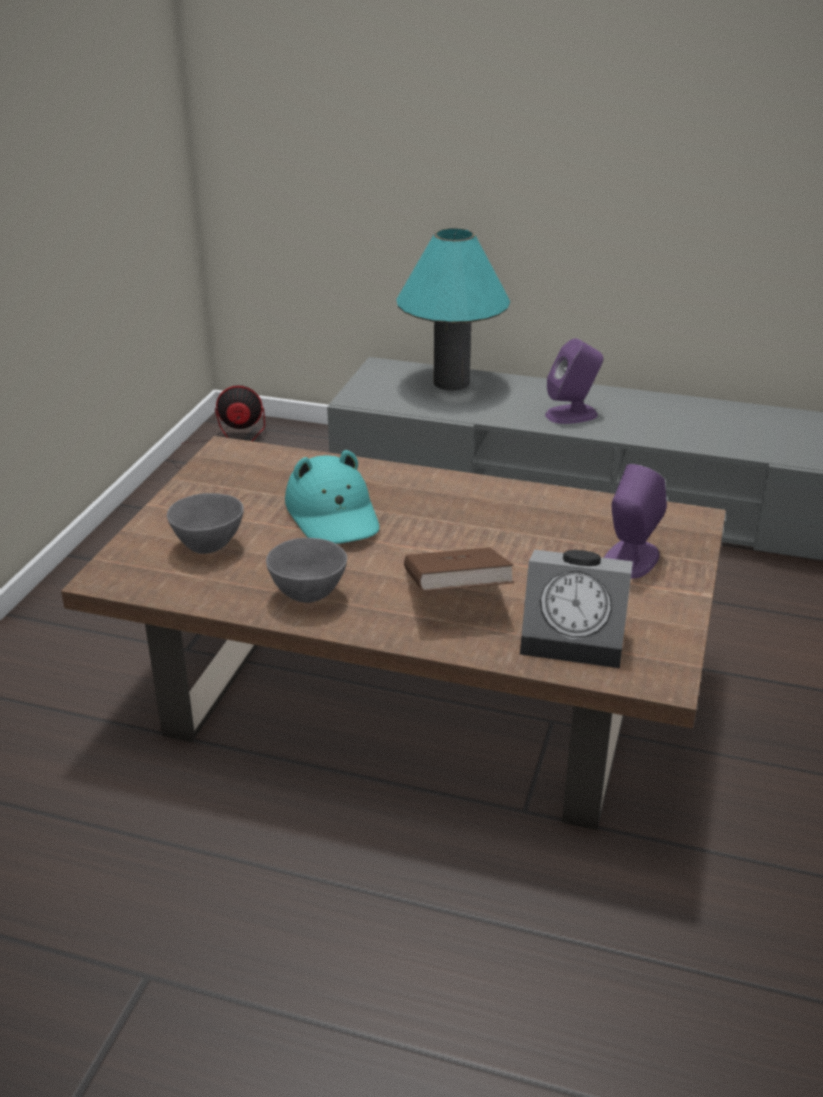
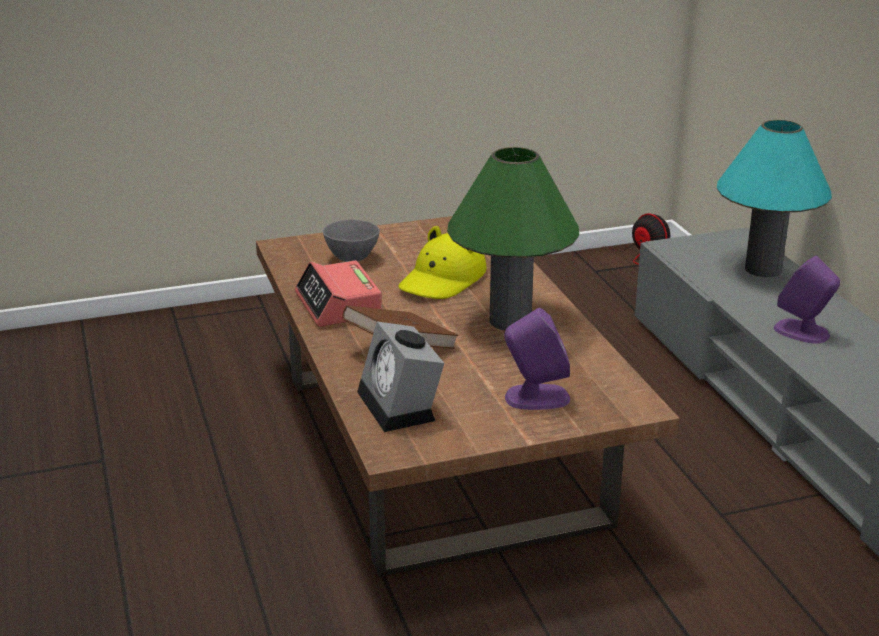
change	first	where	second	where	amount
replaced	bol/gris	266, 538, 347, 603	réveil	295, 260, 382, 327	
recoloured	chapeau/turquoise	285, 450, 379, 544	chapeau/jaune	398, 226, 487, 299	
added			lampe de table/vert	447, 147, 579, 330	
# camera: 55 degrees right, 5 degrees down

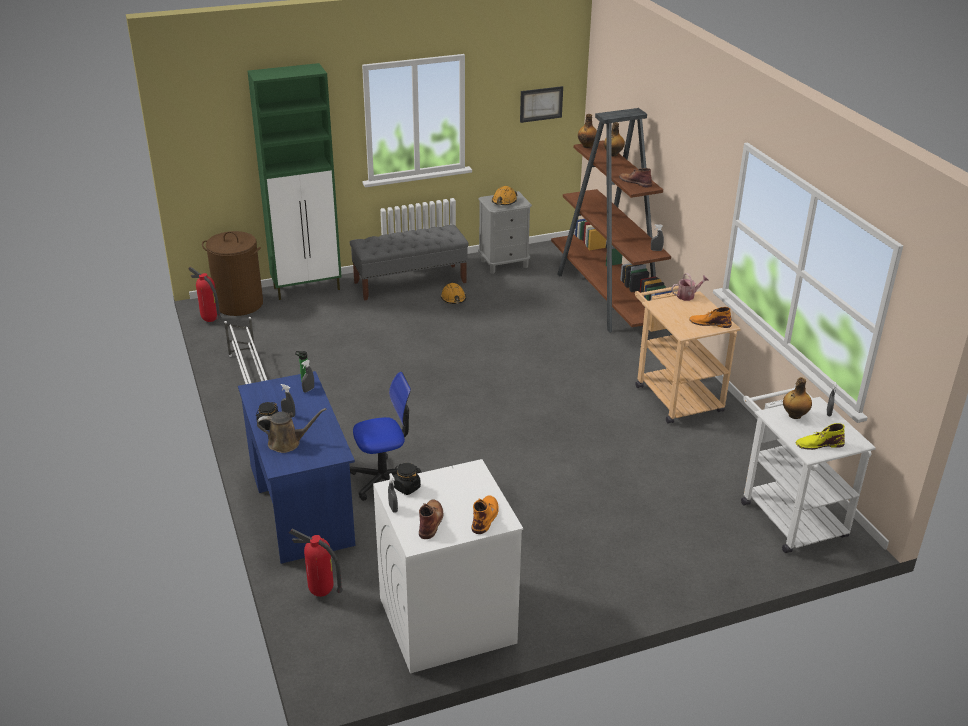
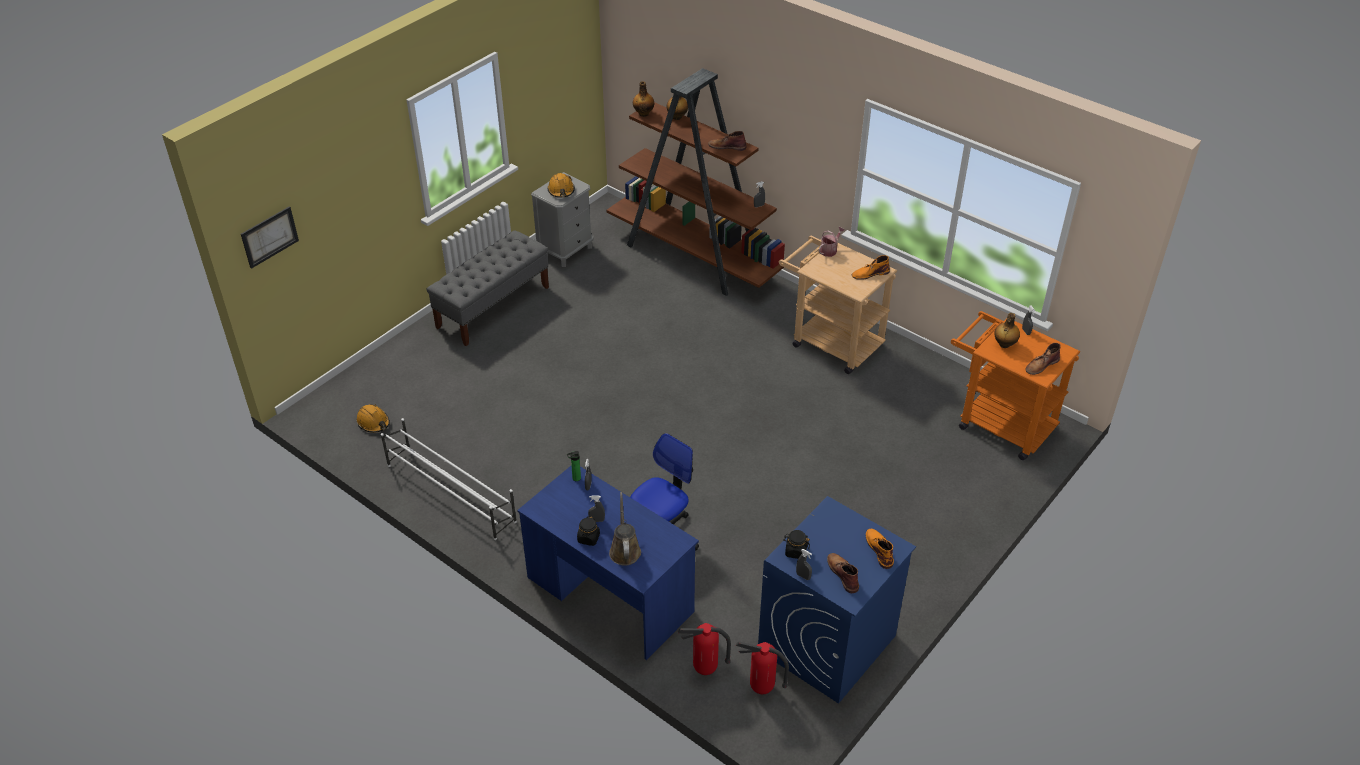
change	first	where	second	where	amount
moved	extincteur	188, 267, 221, 322		736, 641, 789, 694	
removed	panier à linge/marron	202, 231, 263, 316			
removed	meuble de rangement/vert	247, 63, 342, 300			
turned	arrosoir/marron	257, 408, 326, 453		609, 492, 641, 566	60 degrees counterclockwise
recoloured	lave-linge/blanc	373, 459, 523, 674	lave-linge/bleu	758, 496, 916, 704	
moved	casque de chantier/orange	441, 283, 466, 304		357, 404, 390, 433	
moved	tableau	520, 86, 563, 123		241, 206, 299, 269	
recoloured	chariot/blanc	741, 385, 876, 553	chariot/orange	951, 311, 1080, 460	
recoloured	botte/jaune	795, 423, 845, 450	botte/marron	1025, 343, 1061, 375	
# camera: 30 degrees left, 10 degrees up

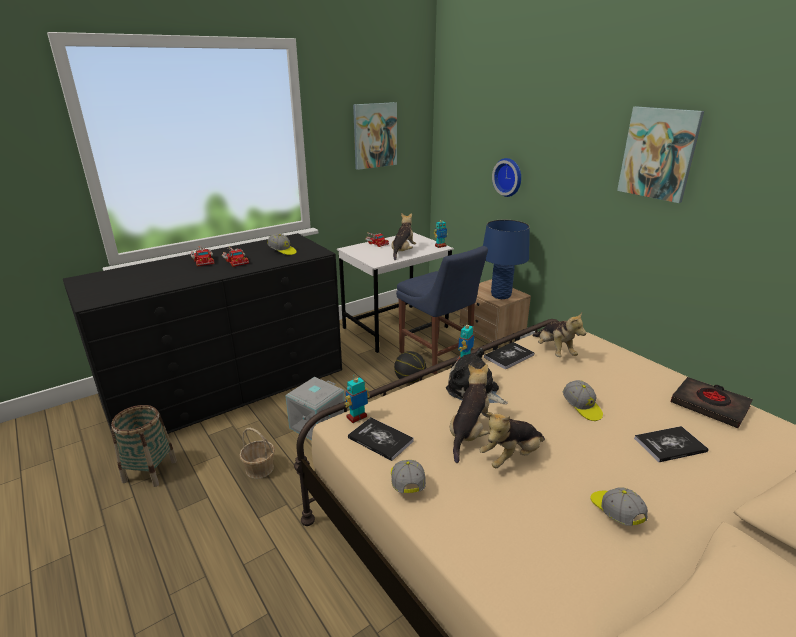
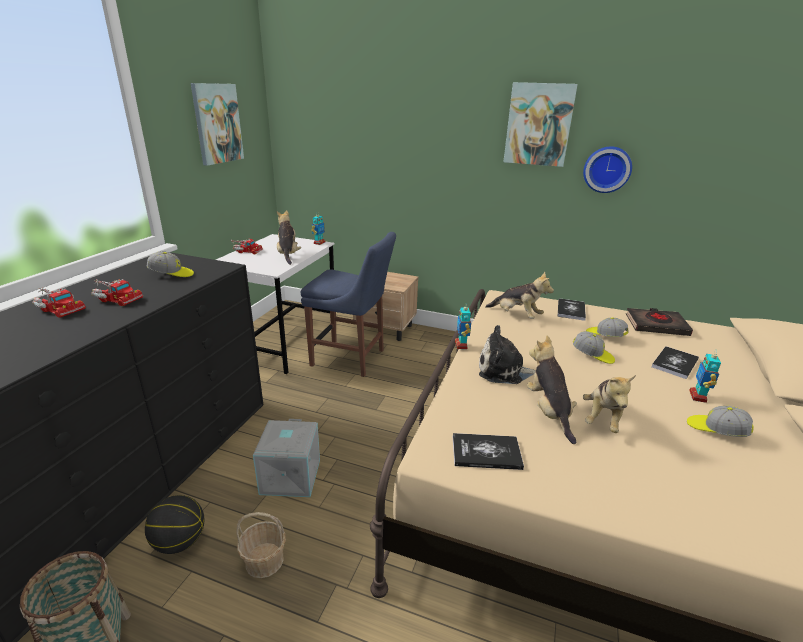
change	first	where	second	where	amount
moved	robot jouet	344, 376, 370, 423		689, 350, 721, 403	
moved	casquette	391, 460, 426, 493		586, 318, 629, 337	
moved	ballon de basket	394, 351, 426, 383		145, 495, 204, 554	
removed	lampe de table/bleu	483, 220, 530, 299			
moved	livre	484, 342, 535, 370		558, 298, 586, 321	
moved	horloge murale	492, 158, 521, 197		583, 146, 632, 193	
# camera: 35 degrees left, 0 degrees up

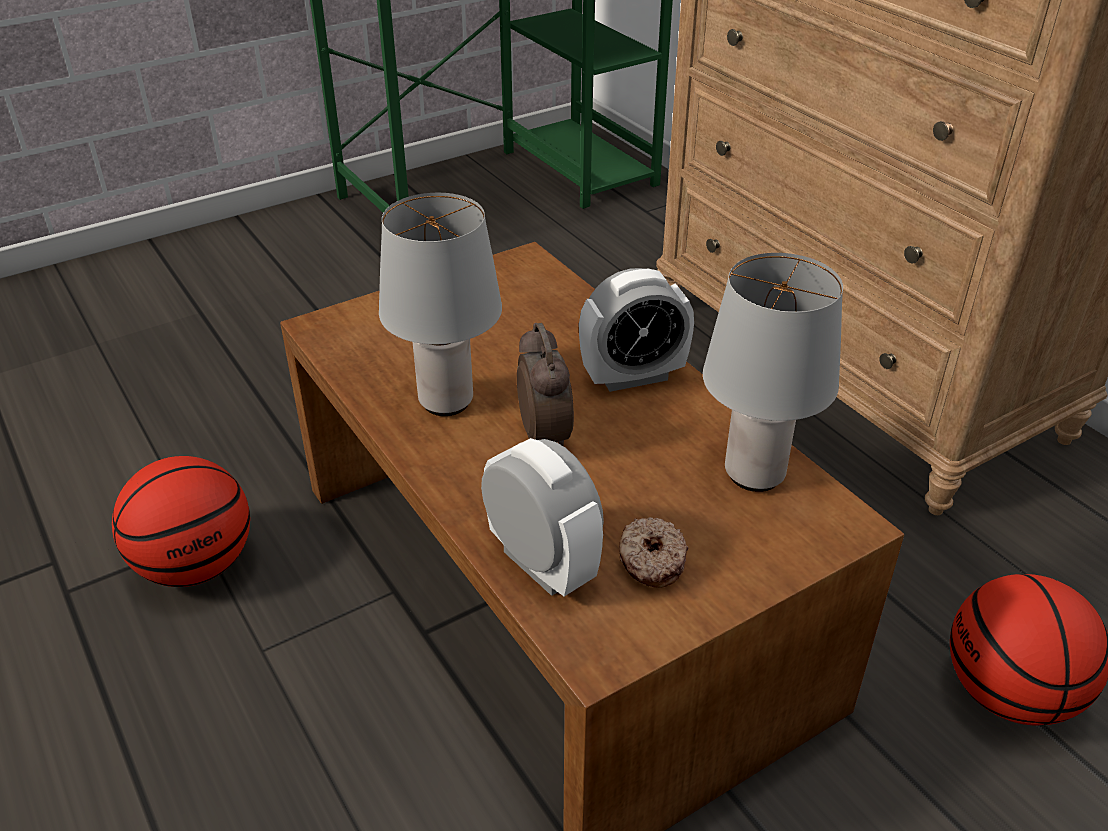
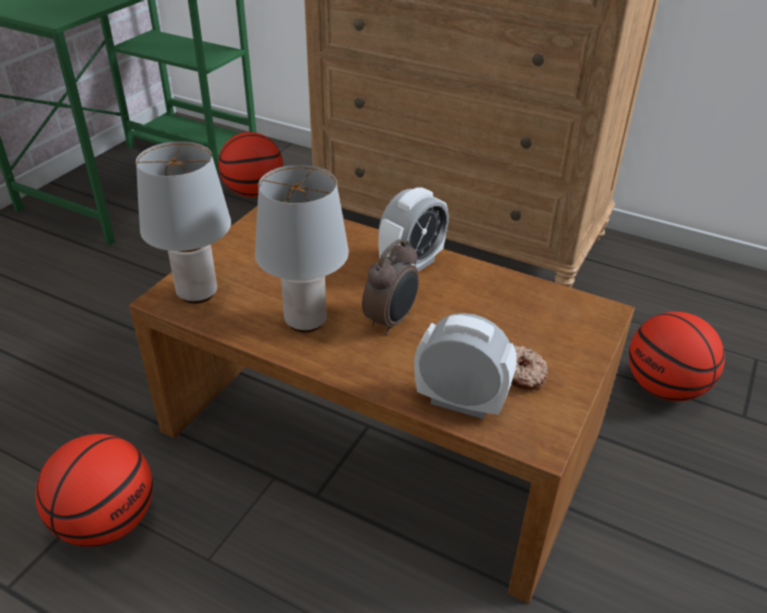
change	first	where	second	where	amount
turned	réveil	517, 323, 574, 446		362, 239, 419, 335	75 degrees clockwise
moved	lampe de table/gris	703, 253, 843, 492		136, 141, 231, 304	
added			ballon de basket	218, 132, 283, 198	
# camera: 30 degrees left, 0 degrees up

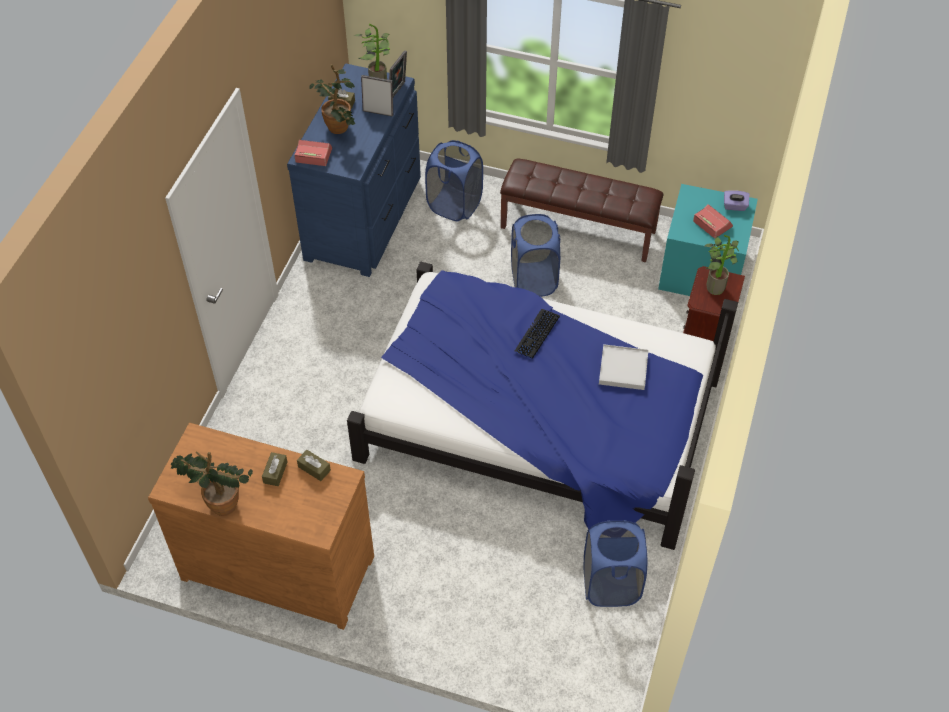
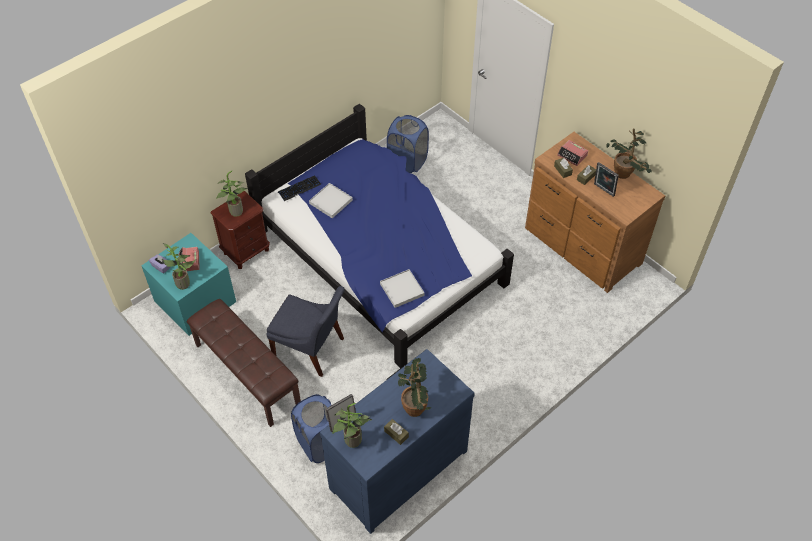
change	first	where	second	where	amount
moved	réveil	294, 140, 332, 166		557, 140, 588, 166	
moved	cadre photo	361, 75, 393, 117		594, 162, 619, 197	
replaced	panier à linge/bleu	511, 214, 560, 297	chaise/bleu	266, 286, 344, 377	
moved	clavier	515, 309, 560, 359		278, 175, 321, 201	
added			plante en pot	162, 243, 196, 290	
added			plateau/blanc	380, 269, 424, 308	
# camera: 150 degrees left, 0 degrees up

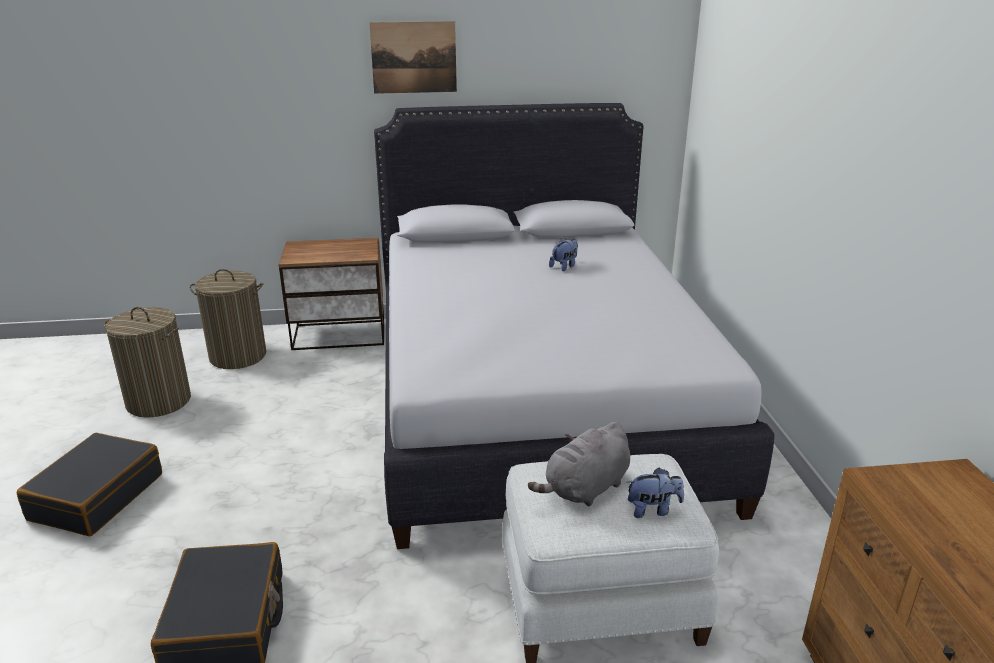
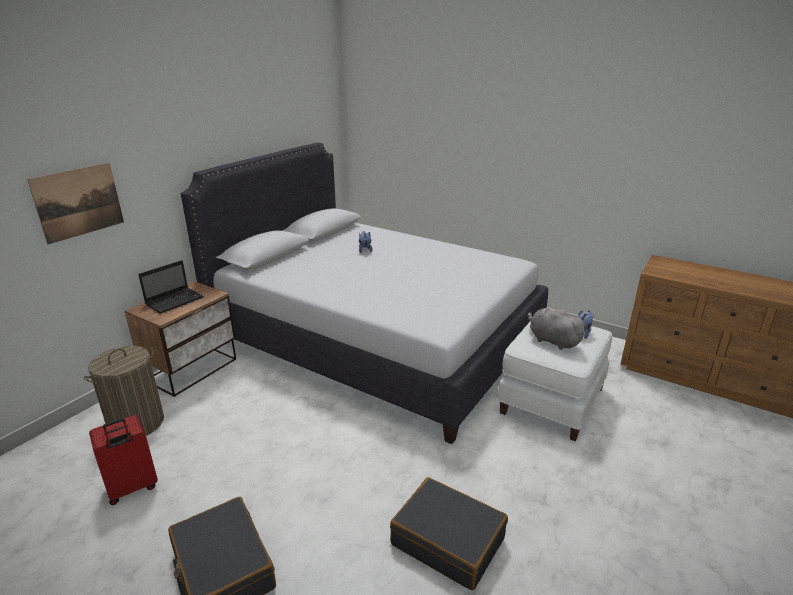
change	first	where	second	where	amount
replaced	panier à linge	104, 307, 191, 418	valise/rouge	89, 415, 158, 505	
moved	tableau	369, 21, 457, 94		27, 163, 124, 244	
turned	peluche/gris	528, 422, 630, 506		527, 307, 587, 350	135 degrees clockwise
added			ordinateur portable	138, 260, 204, 314	
# camera: 50 degrees left, 0 degrees up

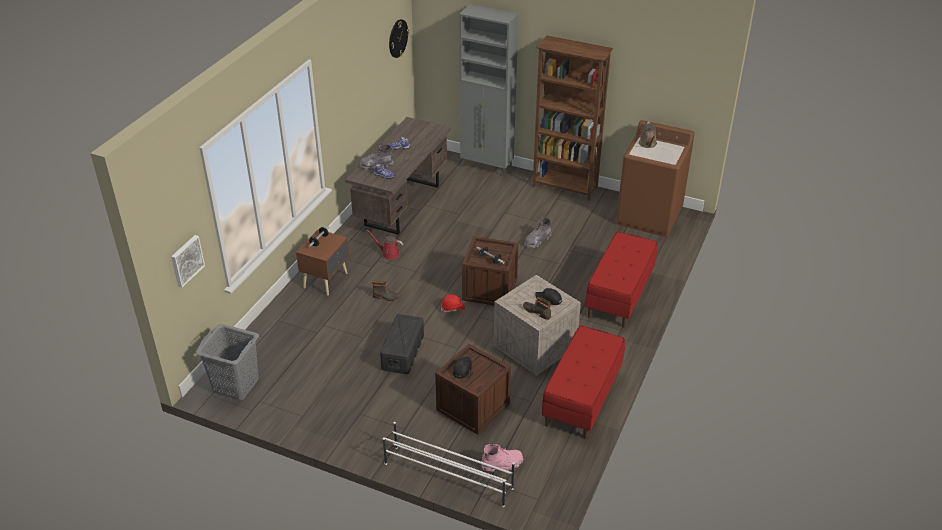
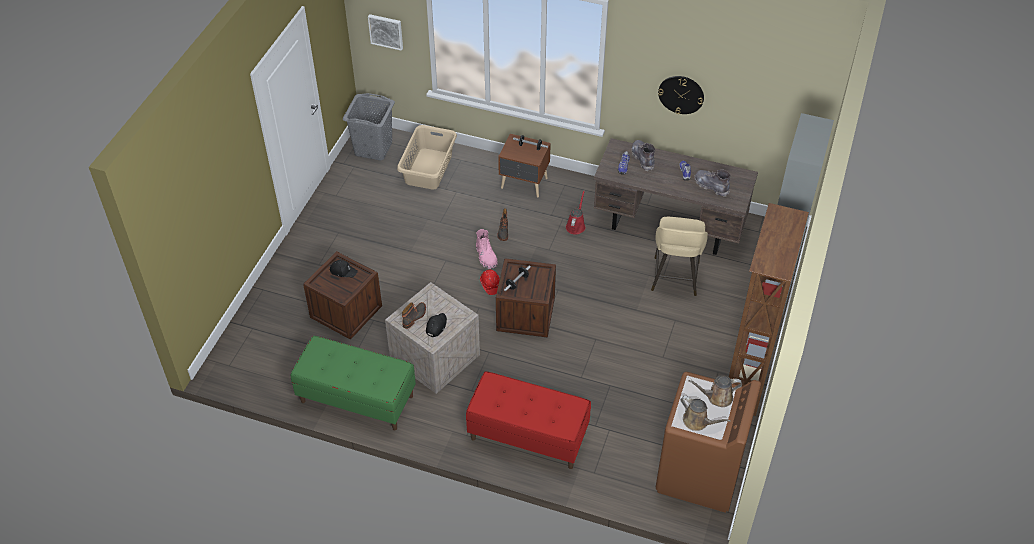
change	first	where	second	where	amount
removed	boîte de rangement/noir	380, 314, 424, 374			
removed	étagère à chaussures/blanc	383, 422, 514, 507			
moved	horloge murale	389, 19, 409, 58		658, 76, 704, 114	
moved	botte/rose	481, 444, 523, 472		476, 229, 498, 269	
moved	botte/gris	524, 218, 552, 248		694, 169, 730, 197	
recoloured	banc/rouge	542, 326, 625, 439	banc/vert	291, 336, 416, 431	
added			panier à linge/beige	397, 125, 457, 190	
added			tabouret/beige	651, 217, 708, 296	
added			arrosoir/marron	680, 396, 731, 431	
# camera: 85 degrees right, 10 degrees up

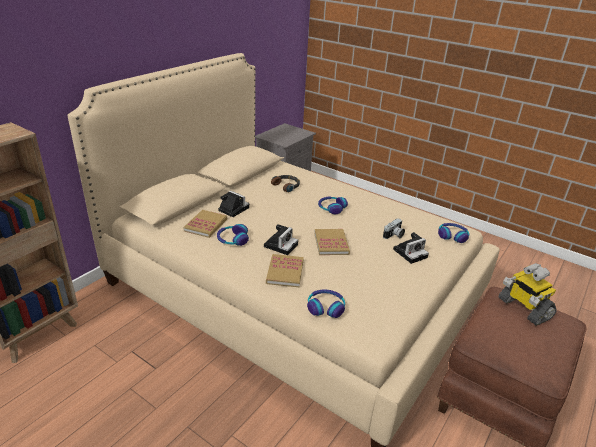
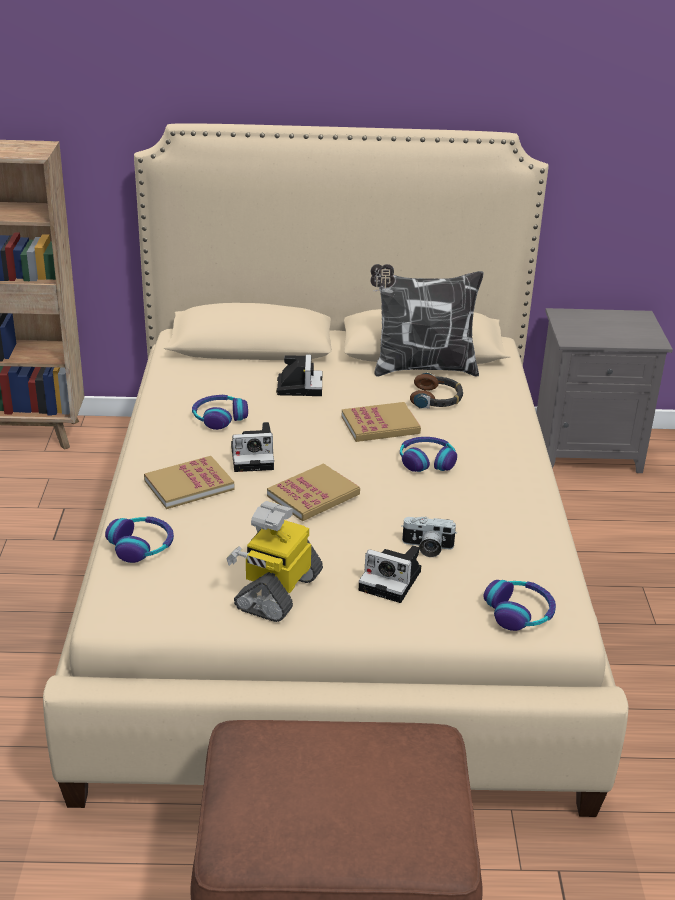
change	first	where	second	where	amount
moved	livre	183, 210, 227, 238		342, 402, 421, 442	
moved	robot jouet	498, 263, 557, 326		227, 501, 323, 622	
added			coussin	370, 264, 484, 377	
# camera: 55 degrees right, 0 degrees up

